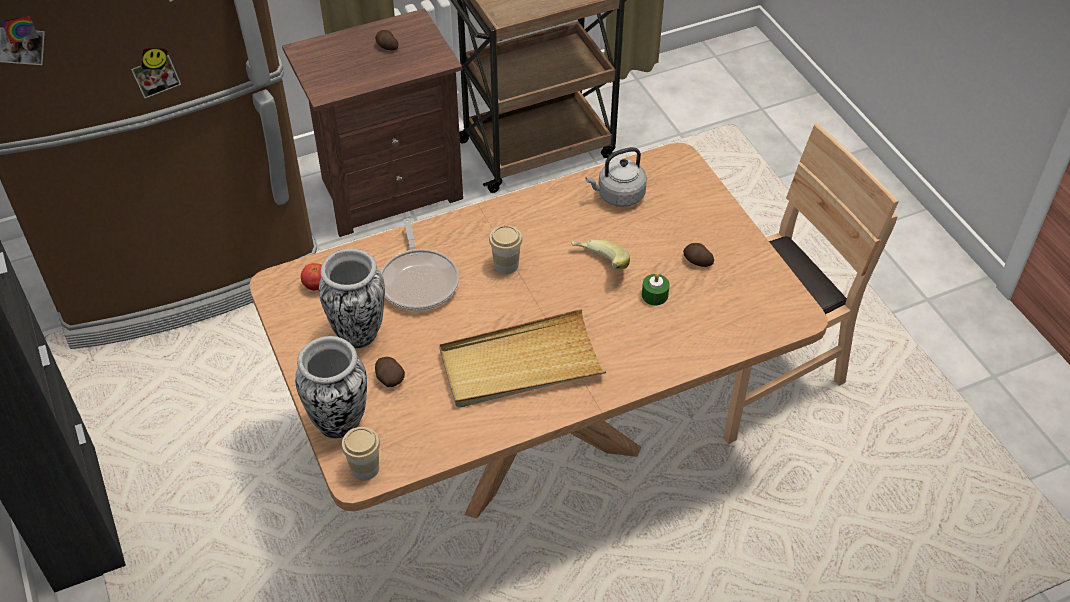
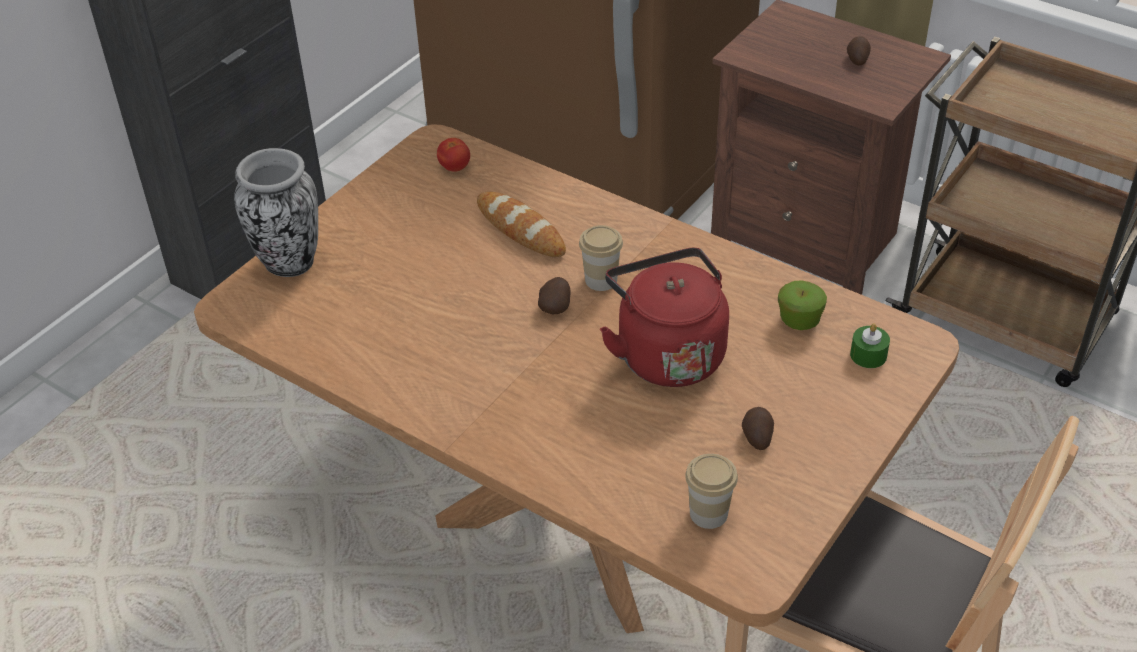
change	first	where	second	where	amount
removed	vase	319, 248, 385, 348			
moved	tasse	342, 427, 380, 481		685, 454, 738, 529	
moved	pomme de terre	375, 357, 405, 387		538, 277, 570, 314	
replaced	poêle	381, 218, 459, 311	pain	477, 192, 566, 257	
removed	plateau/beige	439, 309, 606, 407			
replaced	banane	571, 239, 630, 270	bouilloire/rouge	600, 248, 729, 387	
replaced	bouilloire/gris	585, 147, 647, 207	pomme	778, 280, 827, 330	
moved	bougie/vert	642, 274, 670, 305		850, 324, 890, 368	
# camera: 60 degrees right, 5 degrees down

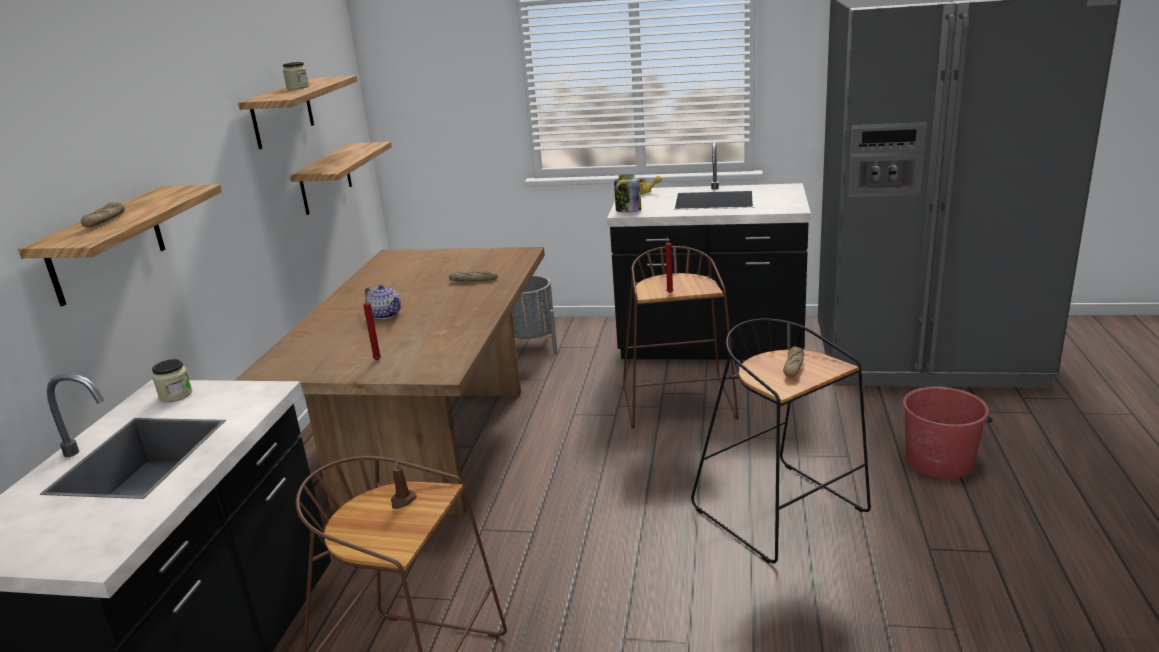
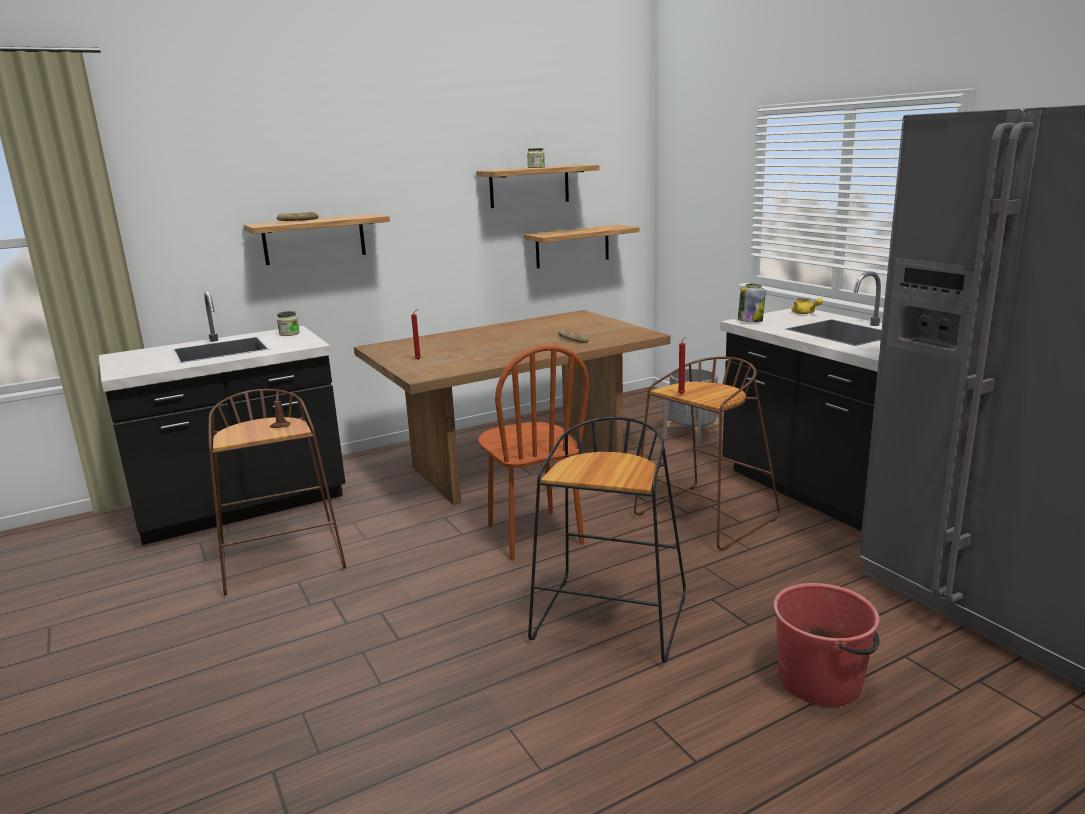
change	first	where	second	where	amount
removed	théière	365, 284, 401, 319			
removed	pain	783, 346, 804, 377			
added			chaise/marron	478, 345, 590, 560	
# camera: 50 degrees right, 5 degrees down

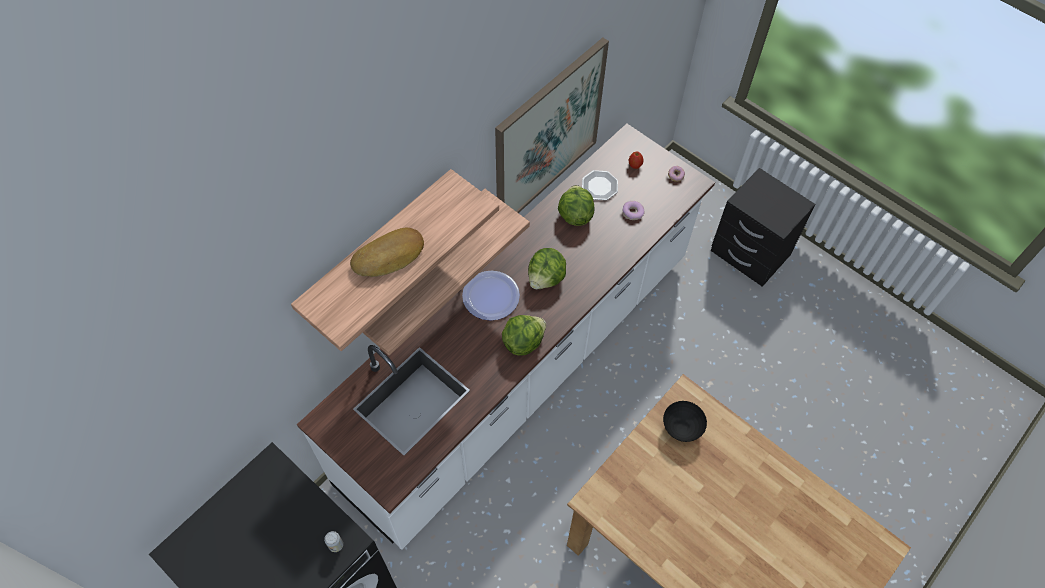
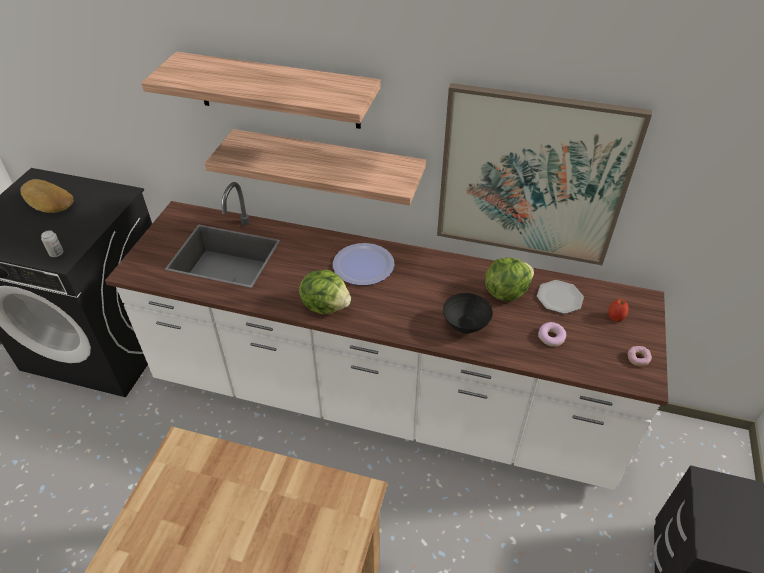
change	first	where	second	where	amount
moved	pain	350, 227, 424, 277		20, 179, 74, 213	
removed	laitue	528, 248, 566, 289			
moved	bol/noir	663, 401, 707, 442		443, 293, 493, 334	
# camera: 65 degrees right, 15 degrees down

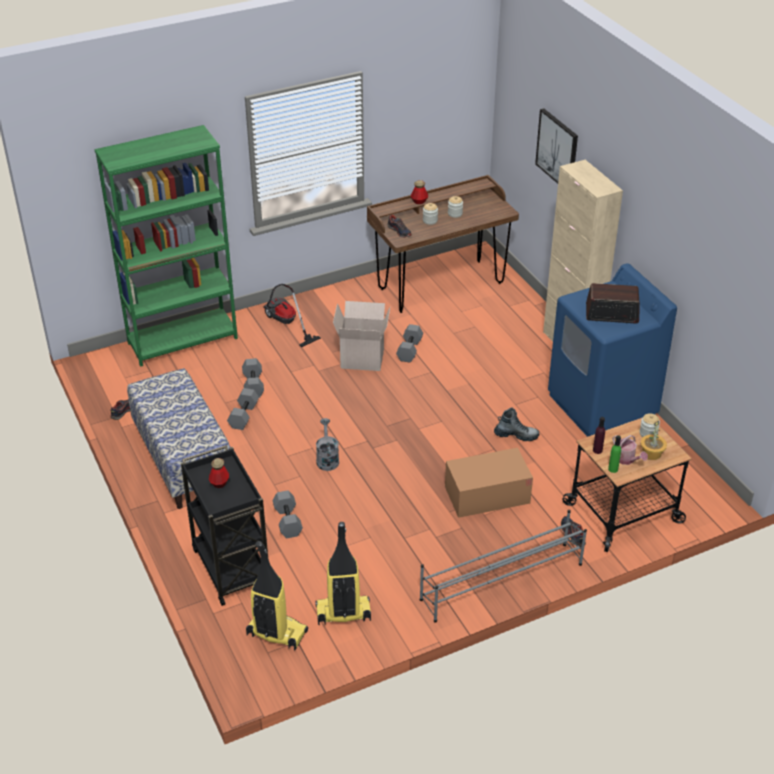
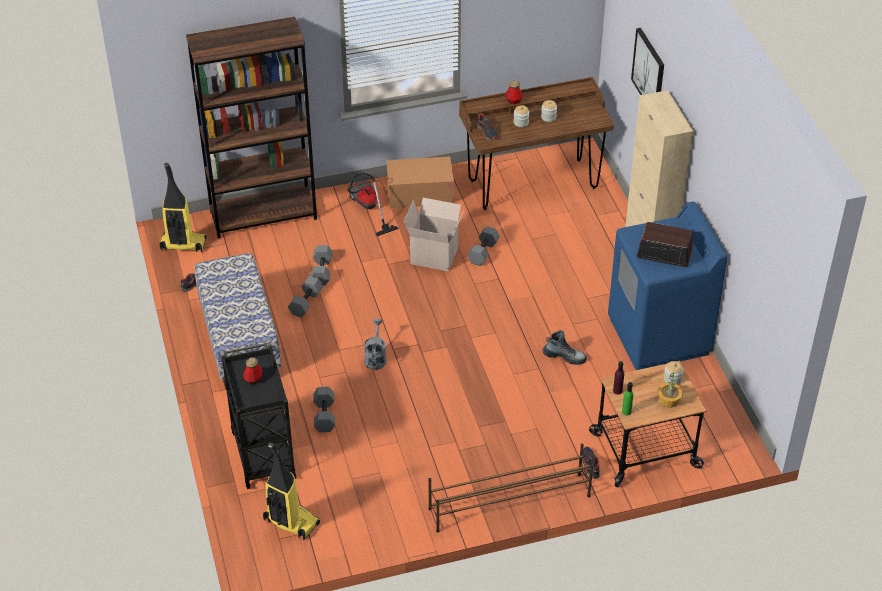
change	first	where	second	where	amount
recoloured	bibliothèque/vert	95, 125, 238, 367	bibliothèque/marron	186, 17, 317, 238	
moved	aspirateur	315, 522, 371, 625		160, 163, 207, 252	
recoloured	étagère à chaussures/gris	420, 510, 587, 622	étagère à chaussures/marron	428, 443, 593, 532	
moved	carton	445, 448, 533, 518		387, 157, 454, 208	
removed	arrosoir	612, 435, 648, 465			
# camera: 10 degrees right, 5 degrees up

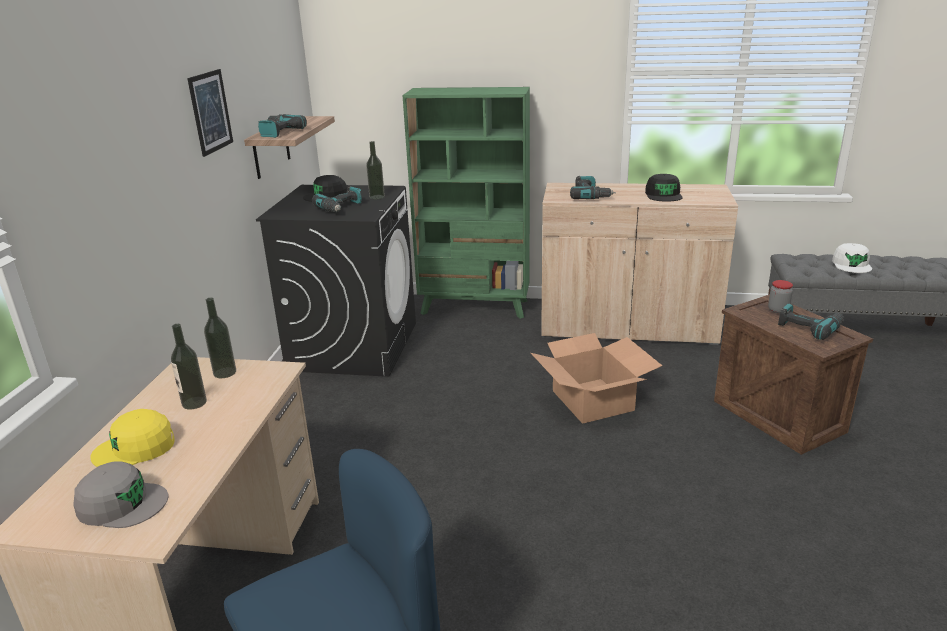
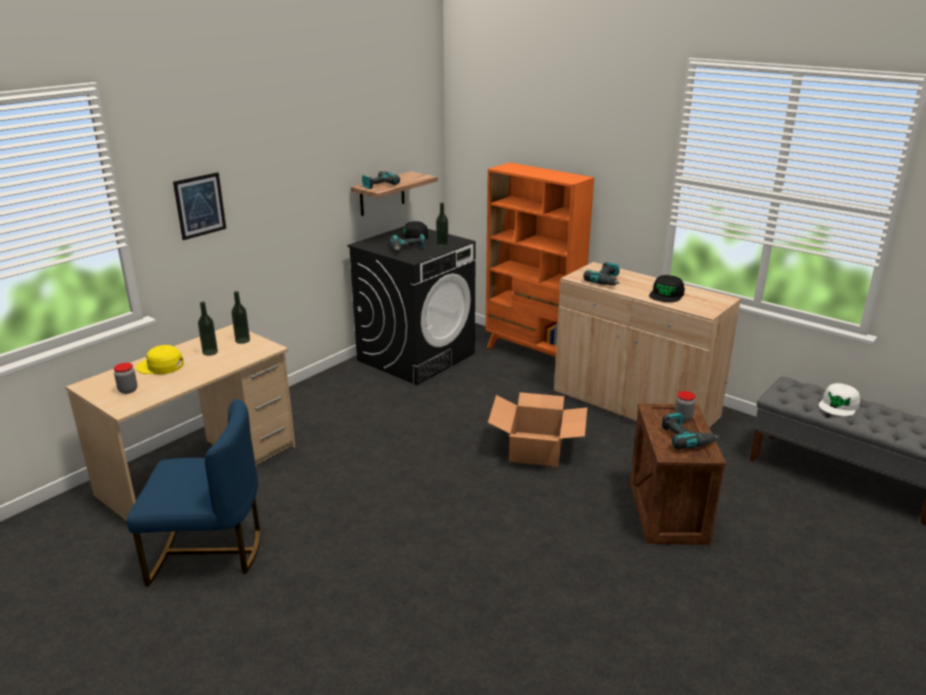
change	first	where	second	where	amount
replaced	casquette/gris	73, 461, 168, 528	bocal	114, 363, 137, 394	
moved	tableau	187, 69, 233, 157		173, 172, 226, 240	
recoloured	bibliothèque/vert	402, 87, 530, 319	bibliothèque/orange	486, 163, 594, 363	
# camera: 30 degrees right, 0 degrees up

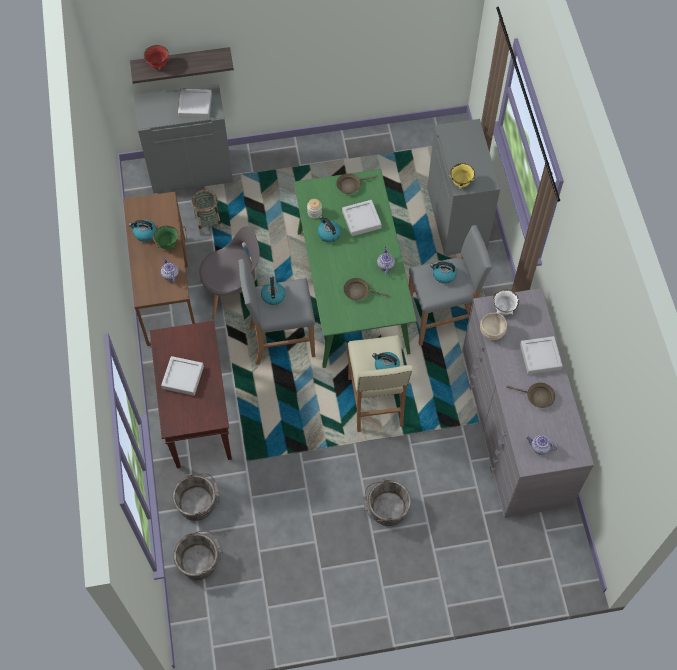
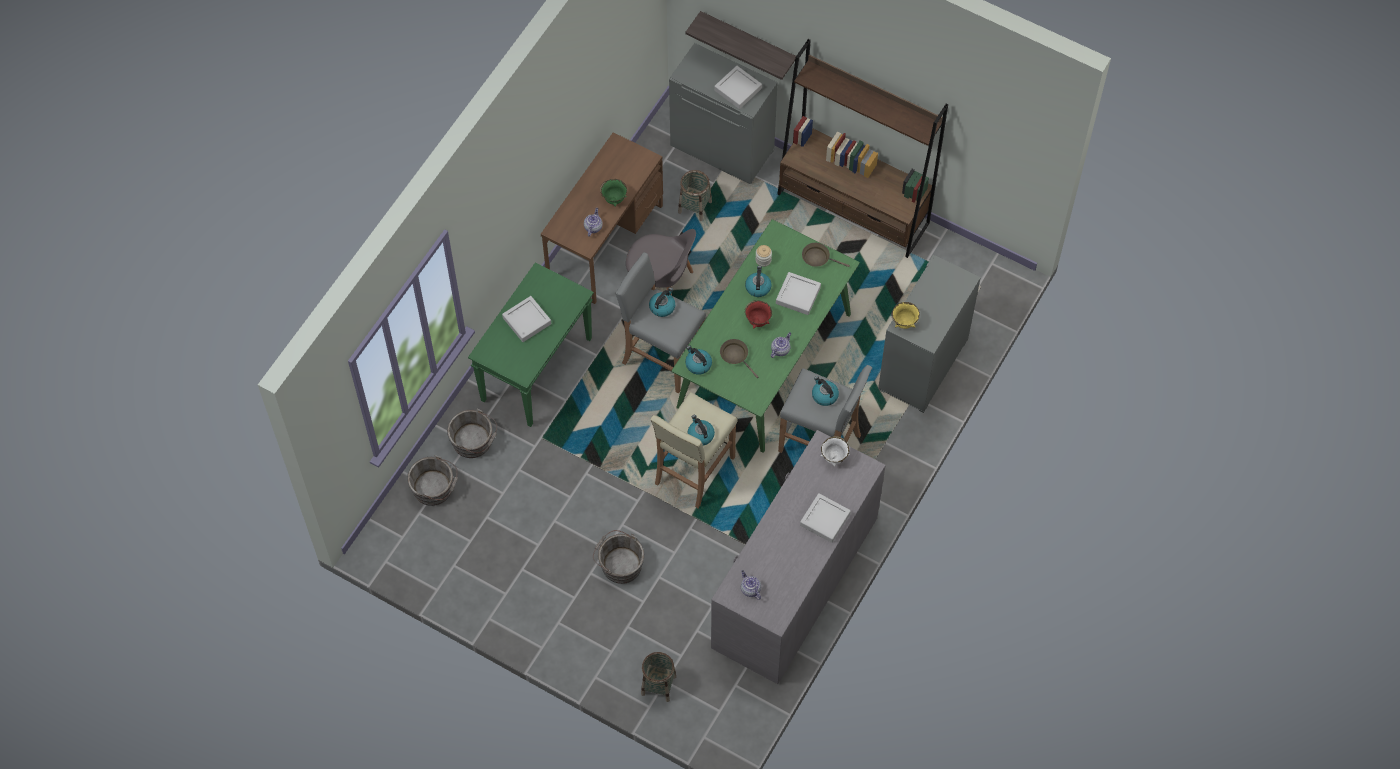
change	first	where	second	where	amount
moved	bouilloire	129, 220, 157, 242		685, 345, 712, 375	
moved	bol/rouge	143, 45, 169, 70		745, 301, 772, 328	
recoloured	table console/marron	150, 321, 232, 468	table console/vert	468, 262, 594, 427	
removed	bol/beige	480, 313, 507, 340			
removed	poêle/marron	506, 383, 555, 408			
added			panier	641, 652, 676, 702	
added			bibliothèque/marron	777, 39, 948, 258	
# camera: 40 degrees right, 0 degrees up

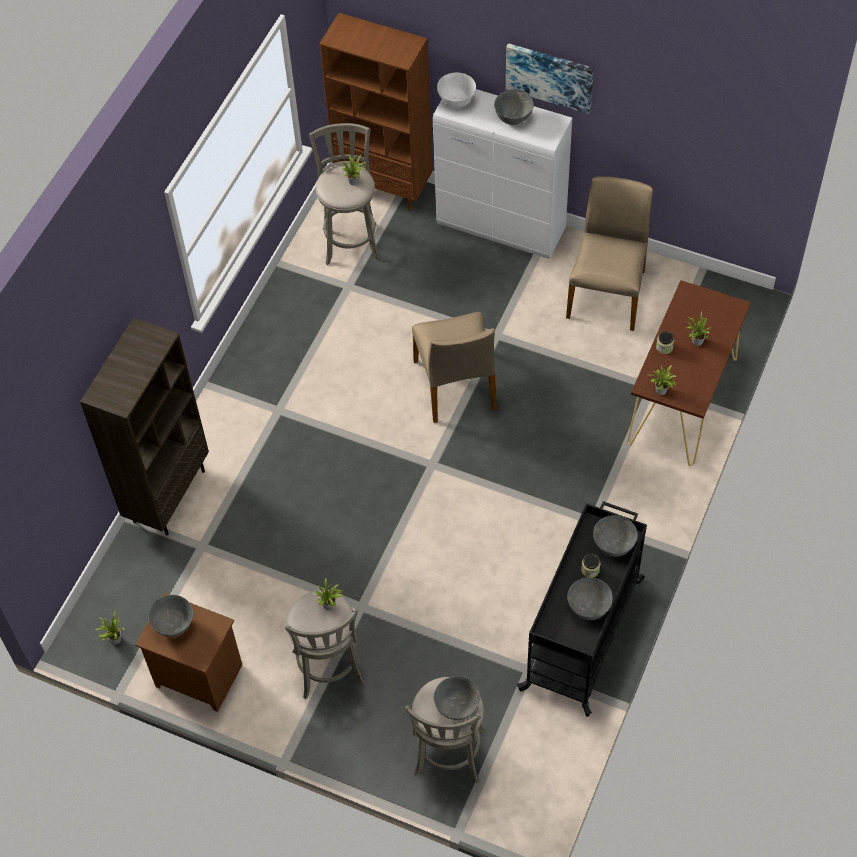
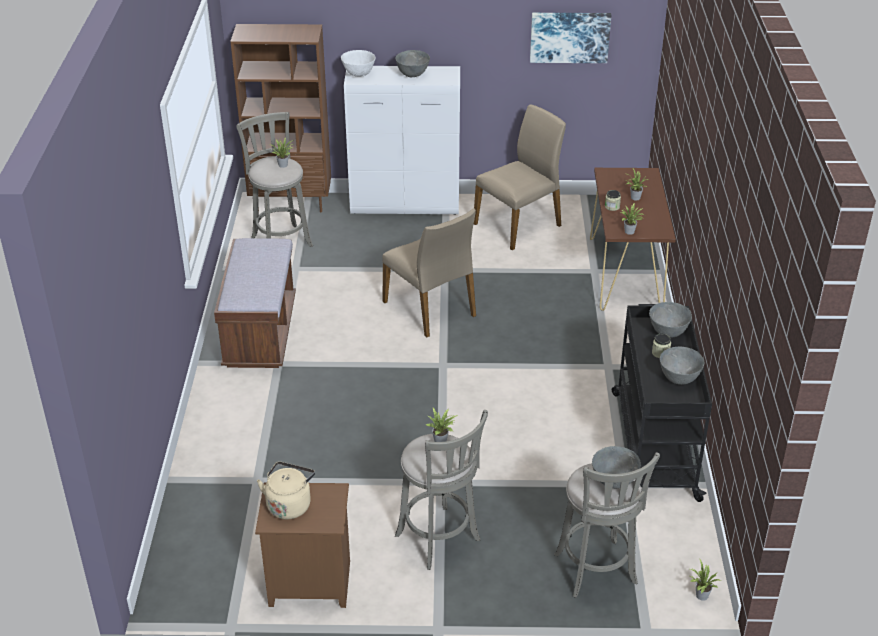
change	first	where	second	where	amount
removed	bibliothèque/marron	80, 318, 209, 535			
moved	plante en pot	95, 612, 126, 644		690, 560, 721, 601	
replaced	bol/gris	148, 595, 193, 637	bouilloire/beige	257, 461, 315, 519	
moved	tableau	506, 43, 594, 114		530, 13, 611, 63	
turned	chaise/beige	566, 176, 653, 331		474, 105, 566, 250	60 degrees clockwise
added			banc/marron	214, 238, 296, 368	
# camera: 25 degrees left, 20 degrees down

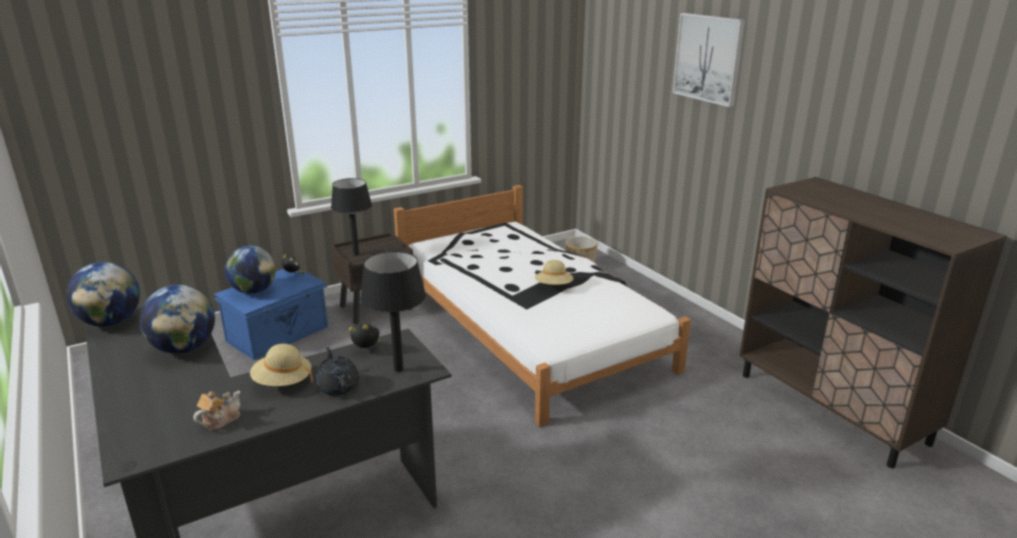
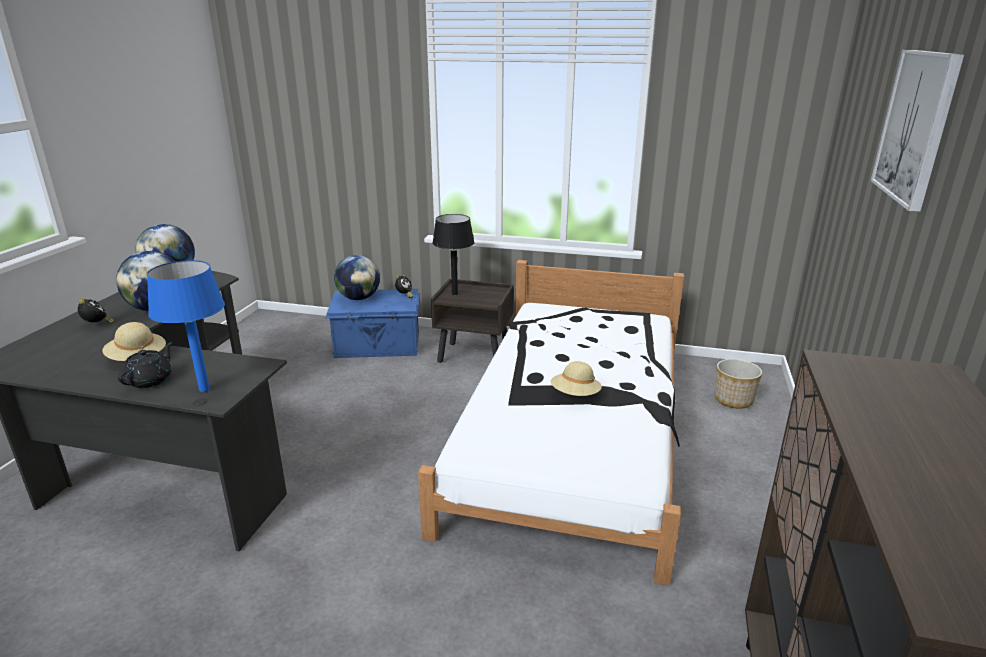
change	first	where	second	where	amount
removed	théière	193, 391, 240, 431			
moved	réveil	349, 324, 380, 348		78, 298, 115, 323	
recoloured	lampe de table/noir	360, 251, 426, 372	lampe de table/bleu	147, 260, 225, 392	
# camera: 45 degrees right, 0 degrees up

